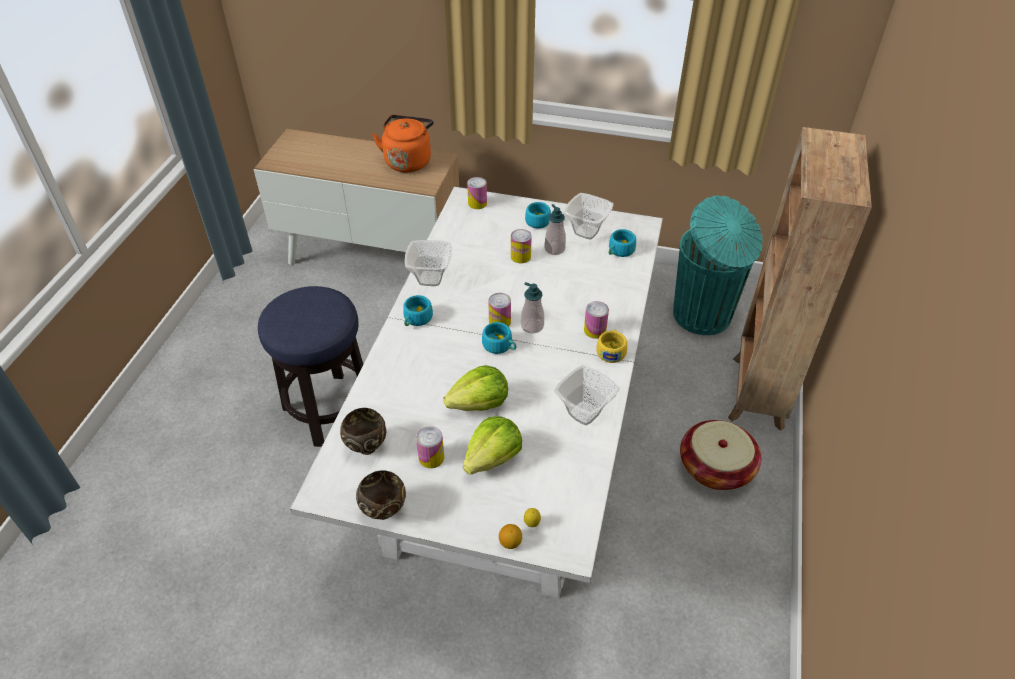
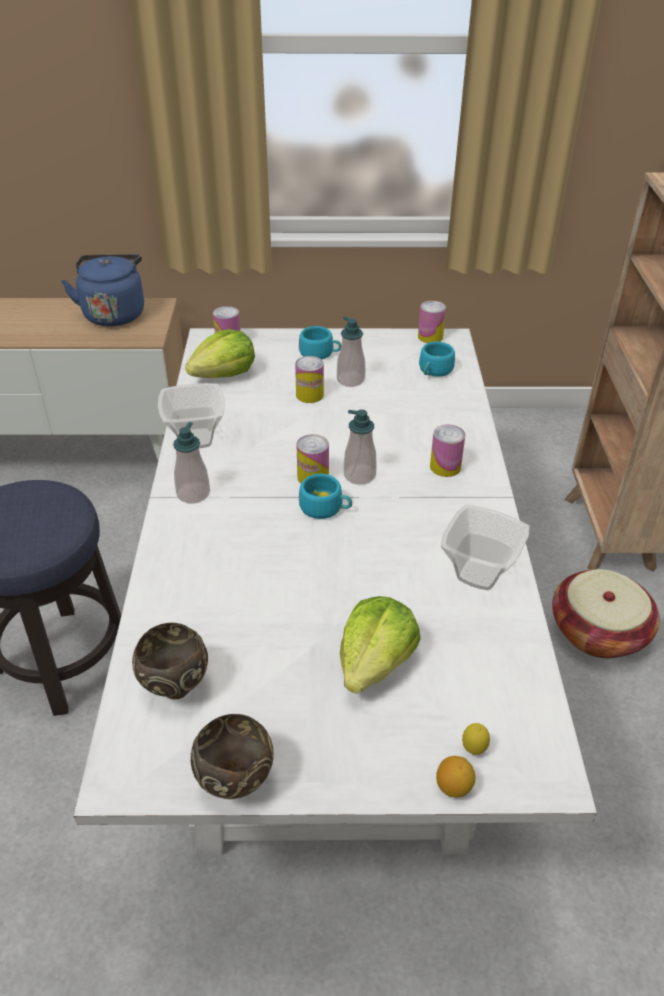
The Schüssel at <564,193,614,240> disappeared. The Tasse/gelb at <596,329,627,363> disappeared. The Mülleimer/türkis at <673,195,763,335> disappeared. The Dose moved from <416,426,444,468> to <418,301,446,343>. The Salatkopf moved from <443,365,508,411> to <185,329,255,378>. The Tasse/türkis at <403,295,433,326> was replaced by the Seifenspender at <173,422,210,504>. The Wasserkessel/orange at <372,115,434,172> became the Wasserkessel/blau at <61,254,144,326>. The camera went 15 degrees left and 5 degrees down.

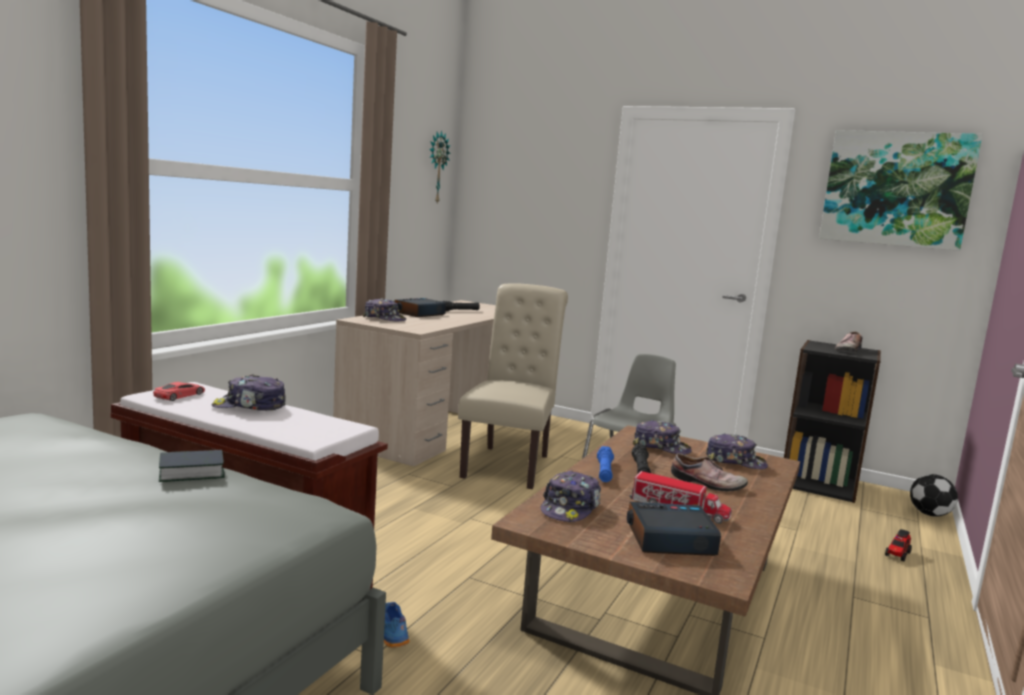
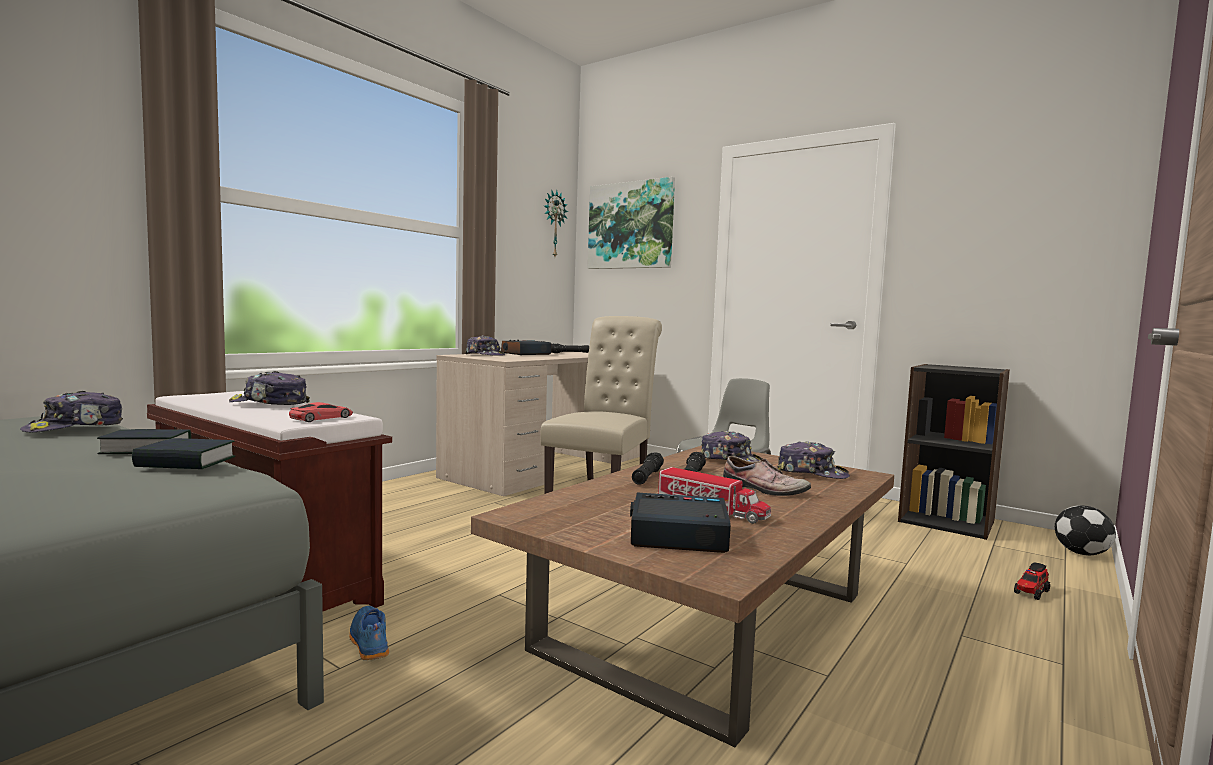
The Schuh at <835,332,862,353> disappeared. The Buch at <132,438,235,469> appeared. The Spielzeugauto/rot moved from <153,382,205,401> to <289,402,353,422>. The Kappe moved from <541,470,601,522> to <20,391,123,432>. The Bild moved from <819,130,983,251> to <588,177,675,269>. The Taschenlampe/blau at <597,446,614,482> became the Taschenlampe/schwarz at <632,452,664,485>. The camera went 10 degrees right and 5 degrees down.

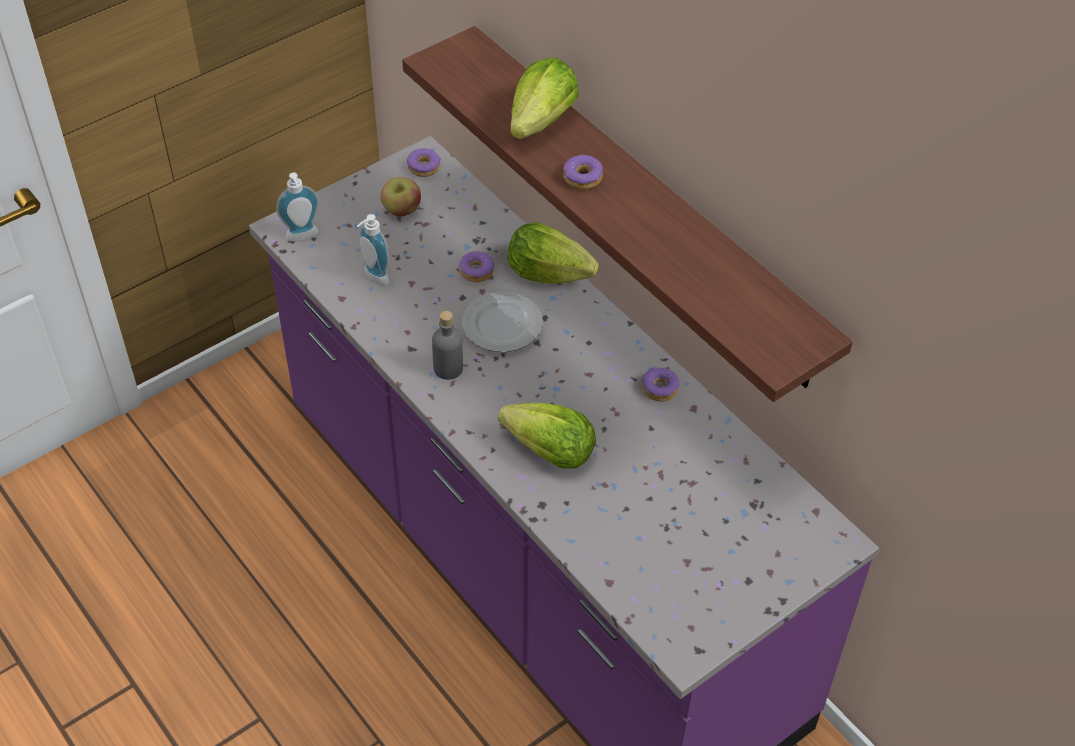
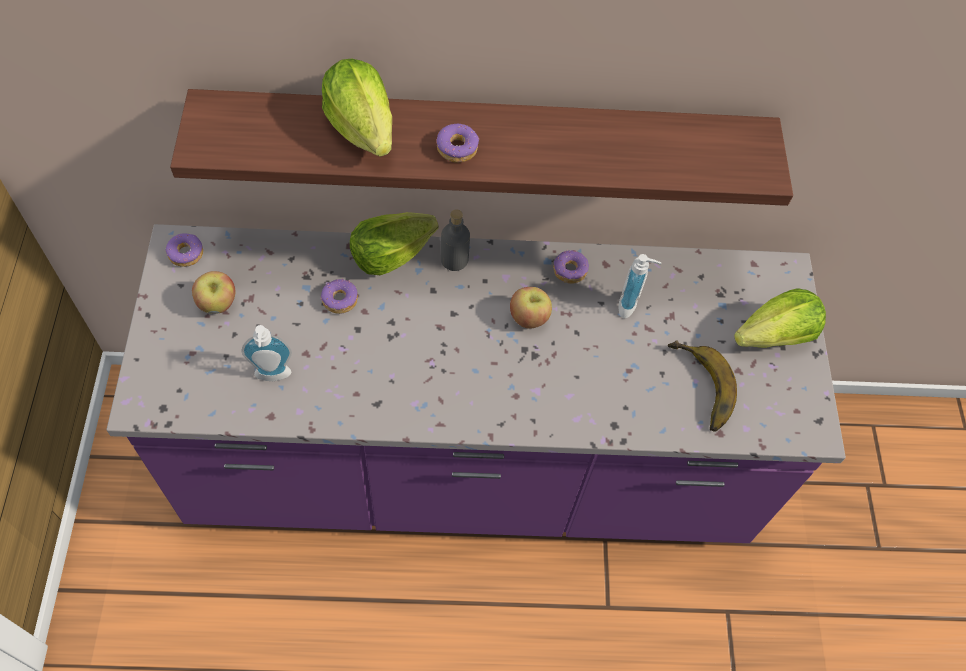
The Teller at <462,292,542,352> disappeared. The Apfel at <510,287,552,329> appeared. The Banane at <668,340,737,431> appeared. The Seifenspender moved from <276,173,319,241> to <618,254,661,318>. The Flasche/grau moved from <432,311,463,380> to <441,209,470,271>. The Salatkopf moved from <498,403,596,469> to <734,288,826,348>. The camera went 55 degrees left and 10 degrees up.

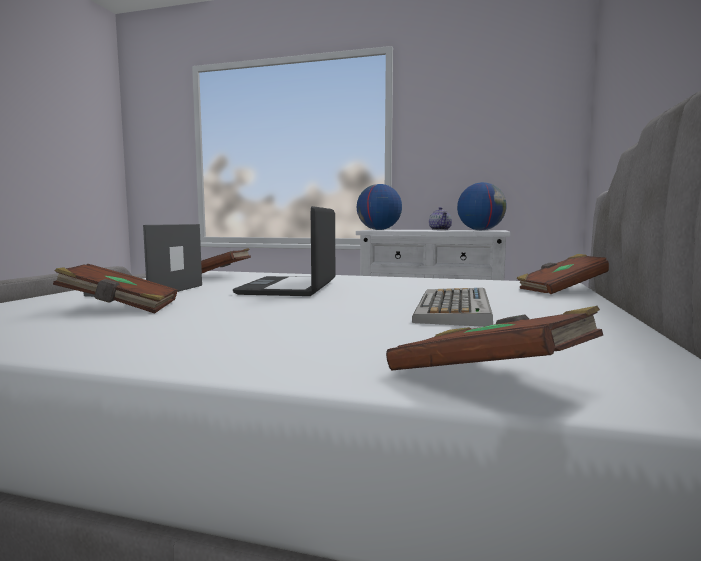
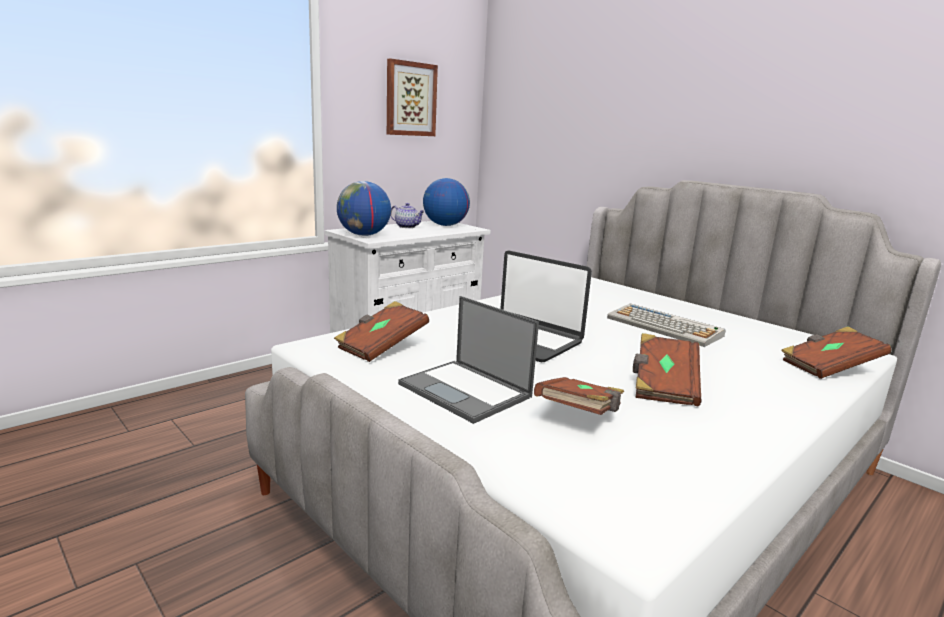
The Bild at <387,58,438,136> appeared. The Buch/braun moved from <516,254,609,294> to <633,333,701,406>. The camera went 60 degrees left and 10 degrees up.

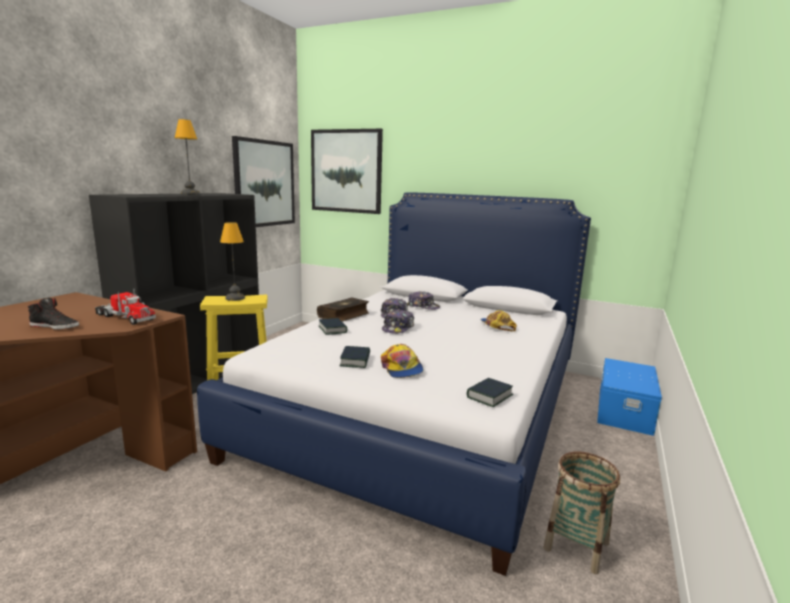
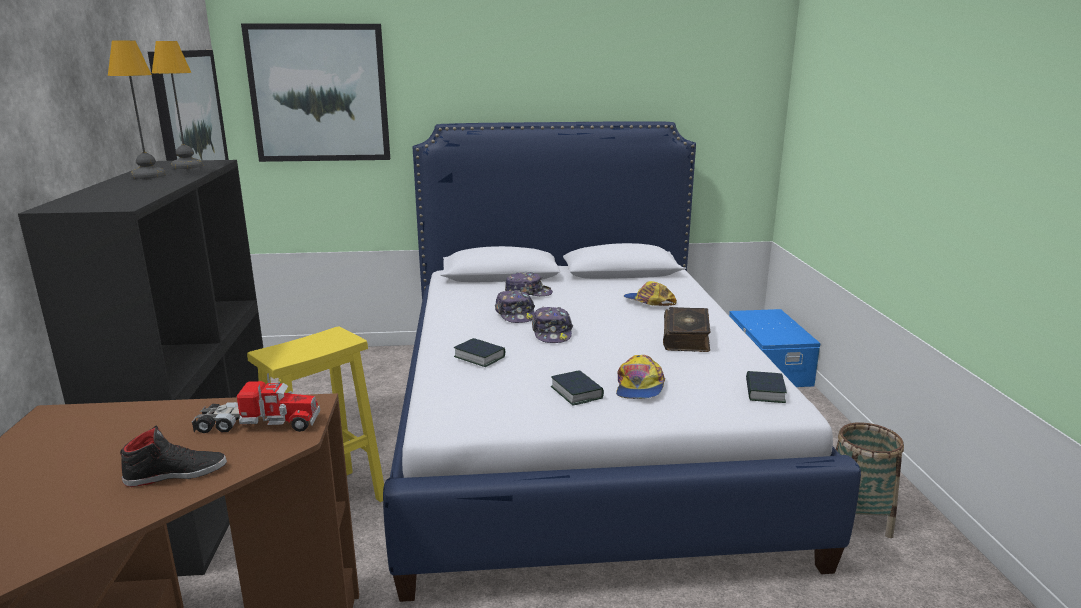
The Tischlampe moved from <220,222,245,301> to <152,41,203,169>. The Buch moved from <317,297,369,322> to <663,307,711,352>. The Kappe at <381,344,424,378> turned 60 degrees clockwise. The camera went 30 degrees left and 5 degrees up.

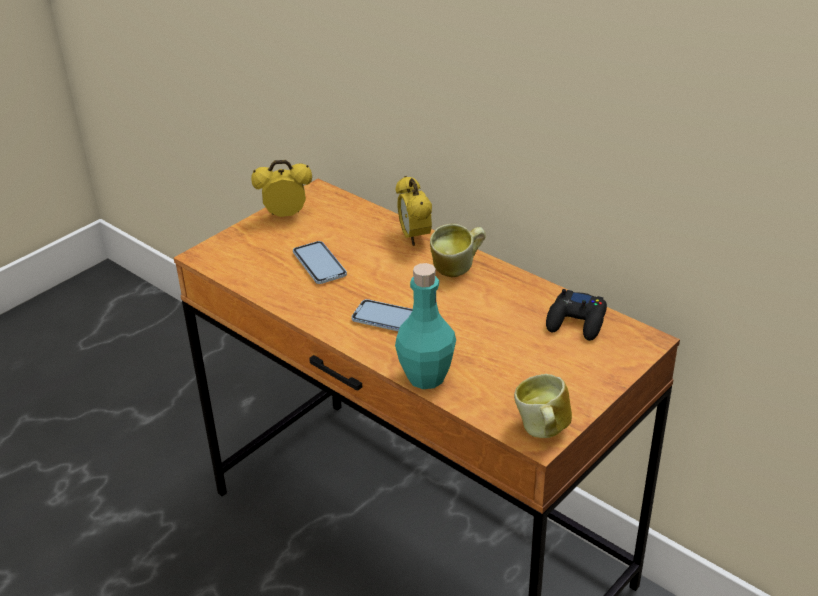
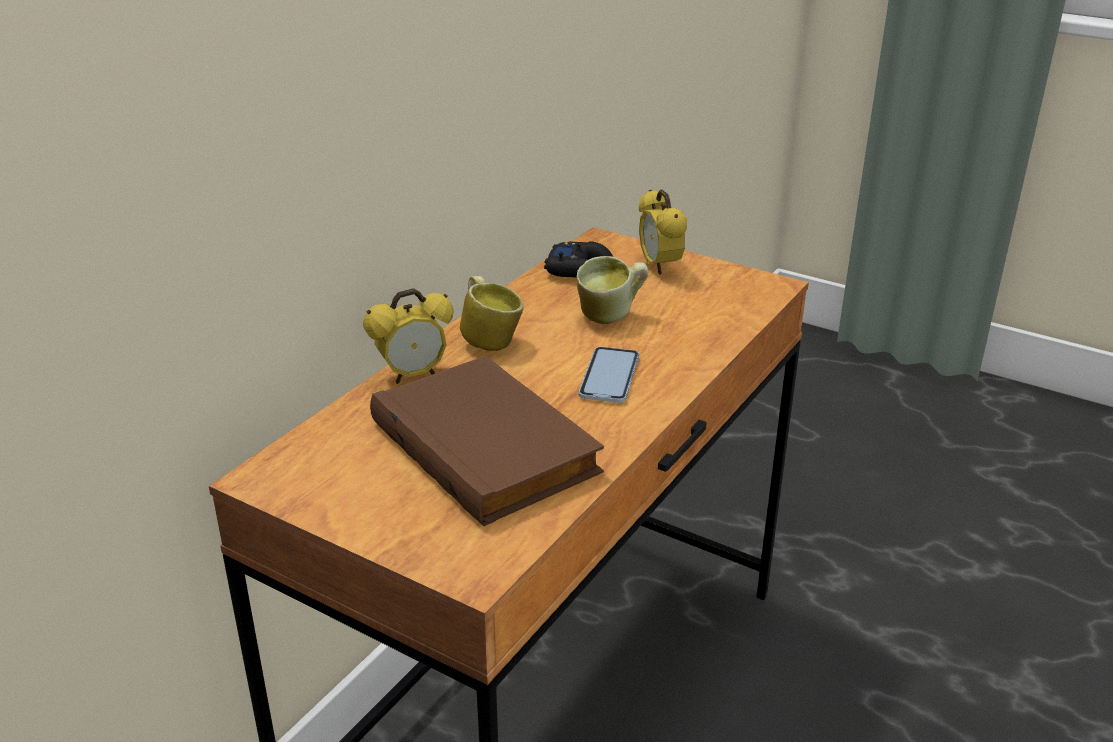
The Flasche/türkis at <395,263,456,389> disappeared. The Wecker moved from <251,160,312,217> to <639,189,687,275>. The Henkelbecher moved from <514,374,572,438> to <576,256,649,324>. The Handy at <293,241,347,284> was replaced by the Buch/braun at <370,356,604,526>. The camera went 100 degrees left and 5 degrees down.

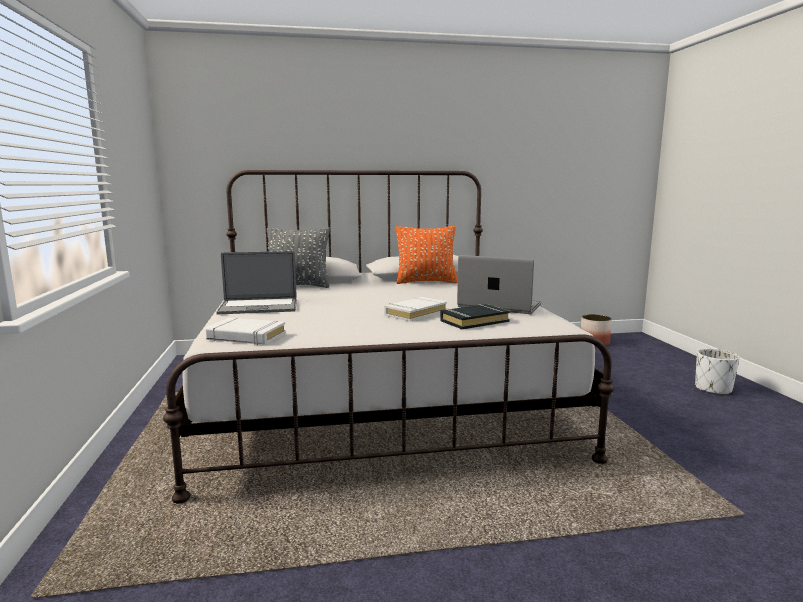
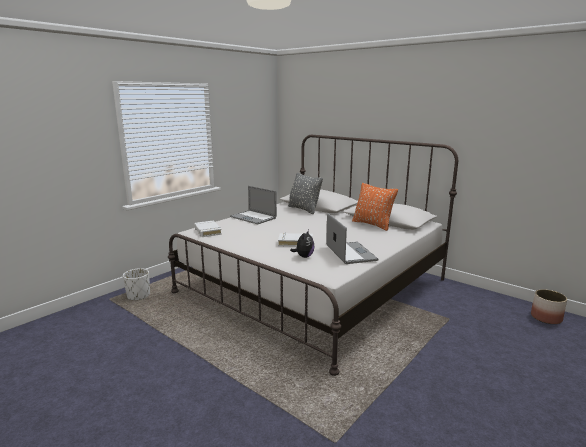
The Pflanzkübel/weiß moved from <695,348,740,396> to <123,268,150,300>. The Buch/schwarz at <440,304,510,329> was replaced by the Plüschtier at <290,230,315,258>. The camera went 50 degrees right and 5 degrees up.

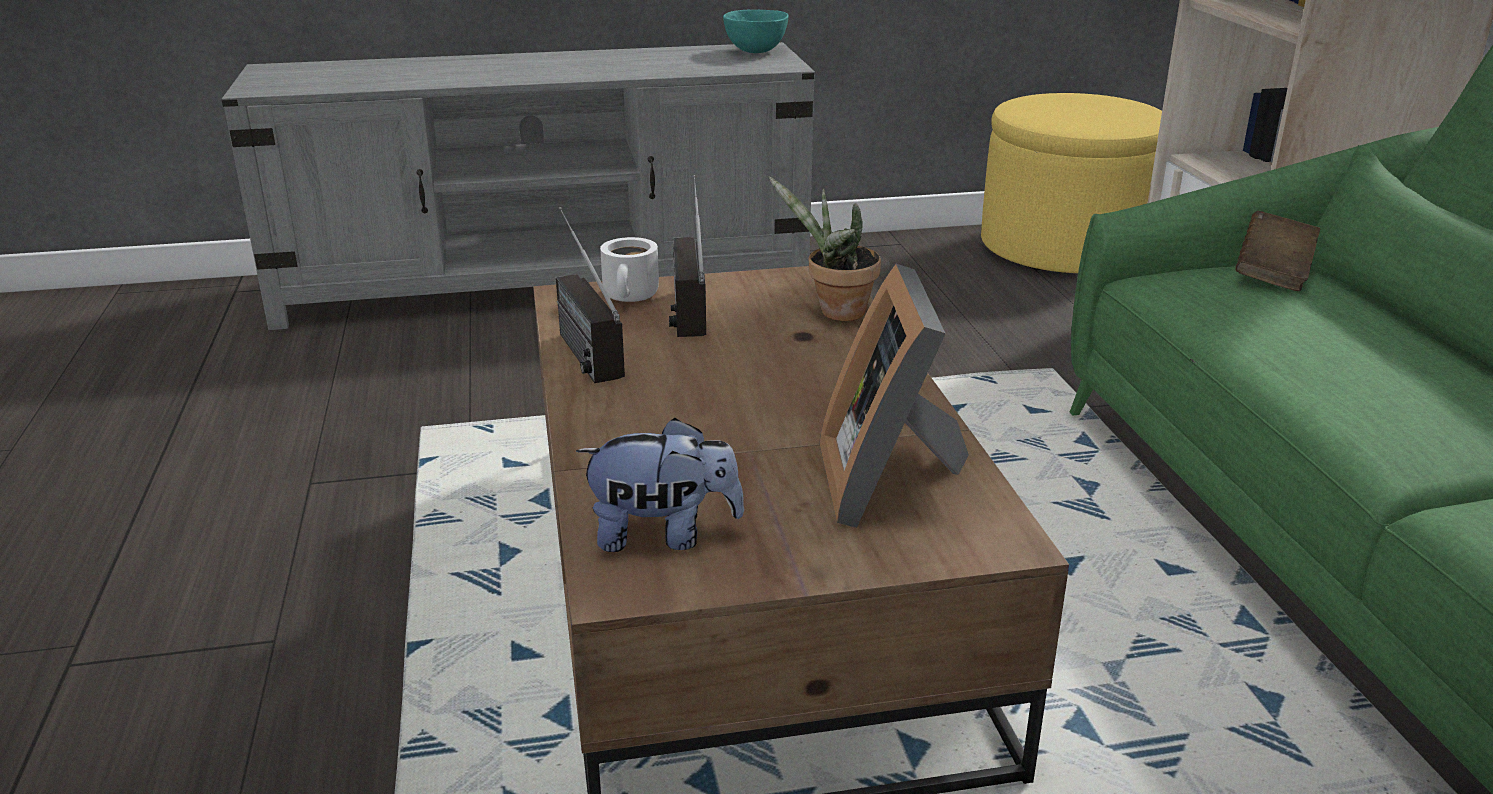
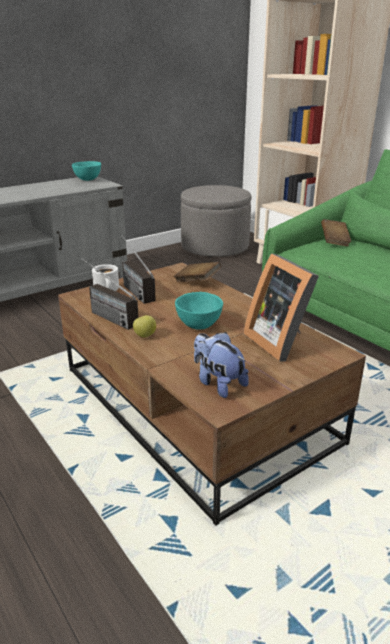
The Apfel at <133,315,156,338> appeared. The Schüssel/türkis at <175,292,223,330> appeared. The Topfpflanze at <768,177,881,321> was replaced by the Buch/braun at <174,262,221,282>. The Polsterhocker/gelb at <981,93,1162,273> became the Polsterhocker/grau at <181,185,252,257>. The Plüschtier at <576,418,744,552> turned 105 degrees counterclockwise. The camera went 25 degrees left and 0 degrees up.

